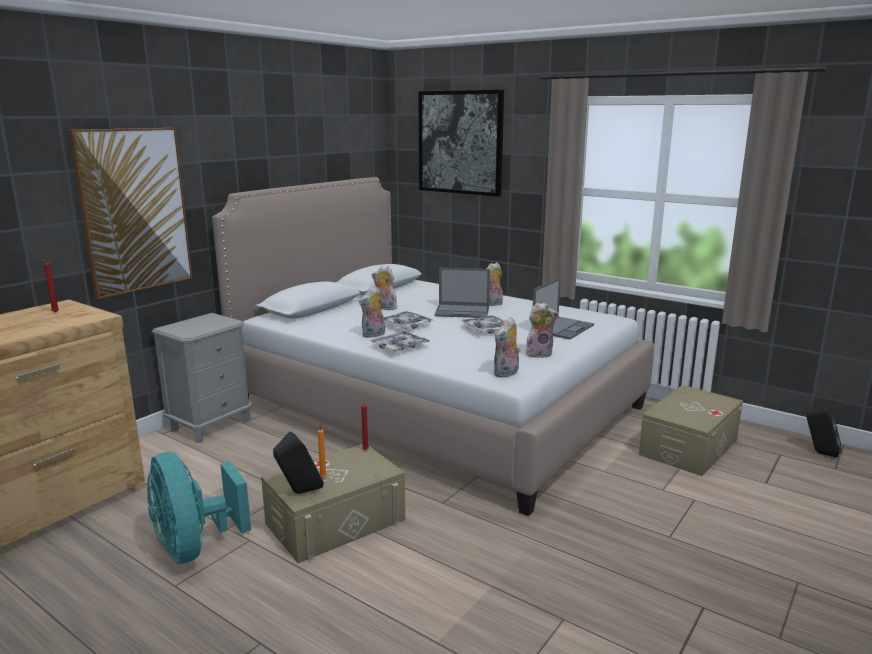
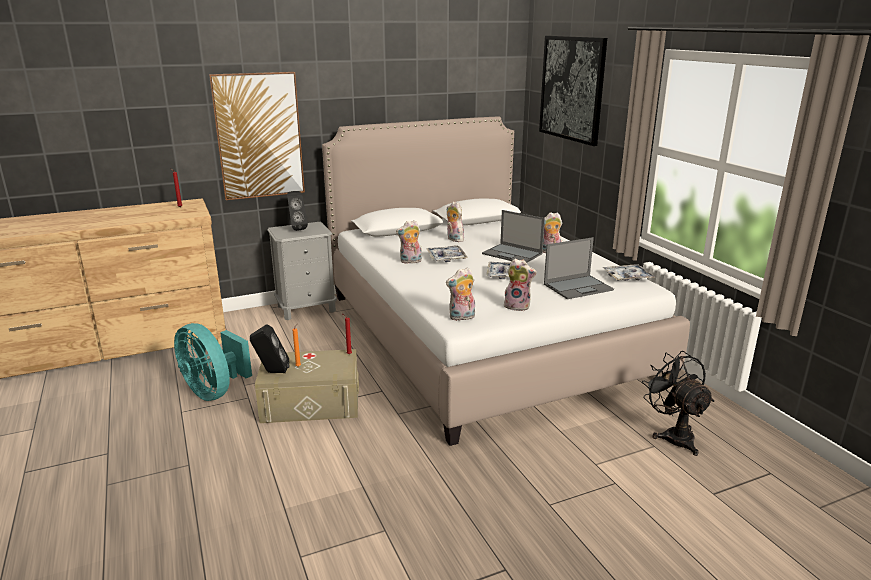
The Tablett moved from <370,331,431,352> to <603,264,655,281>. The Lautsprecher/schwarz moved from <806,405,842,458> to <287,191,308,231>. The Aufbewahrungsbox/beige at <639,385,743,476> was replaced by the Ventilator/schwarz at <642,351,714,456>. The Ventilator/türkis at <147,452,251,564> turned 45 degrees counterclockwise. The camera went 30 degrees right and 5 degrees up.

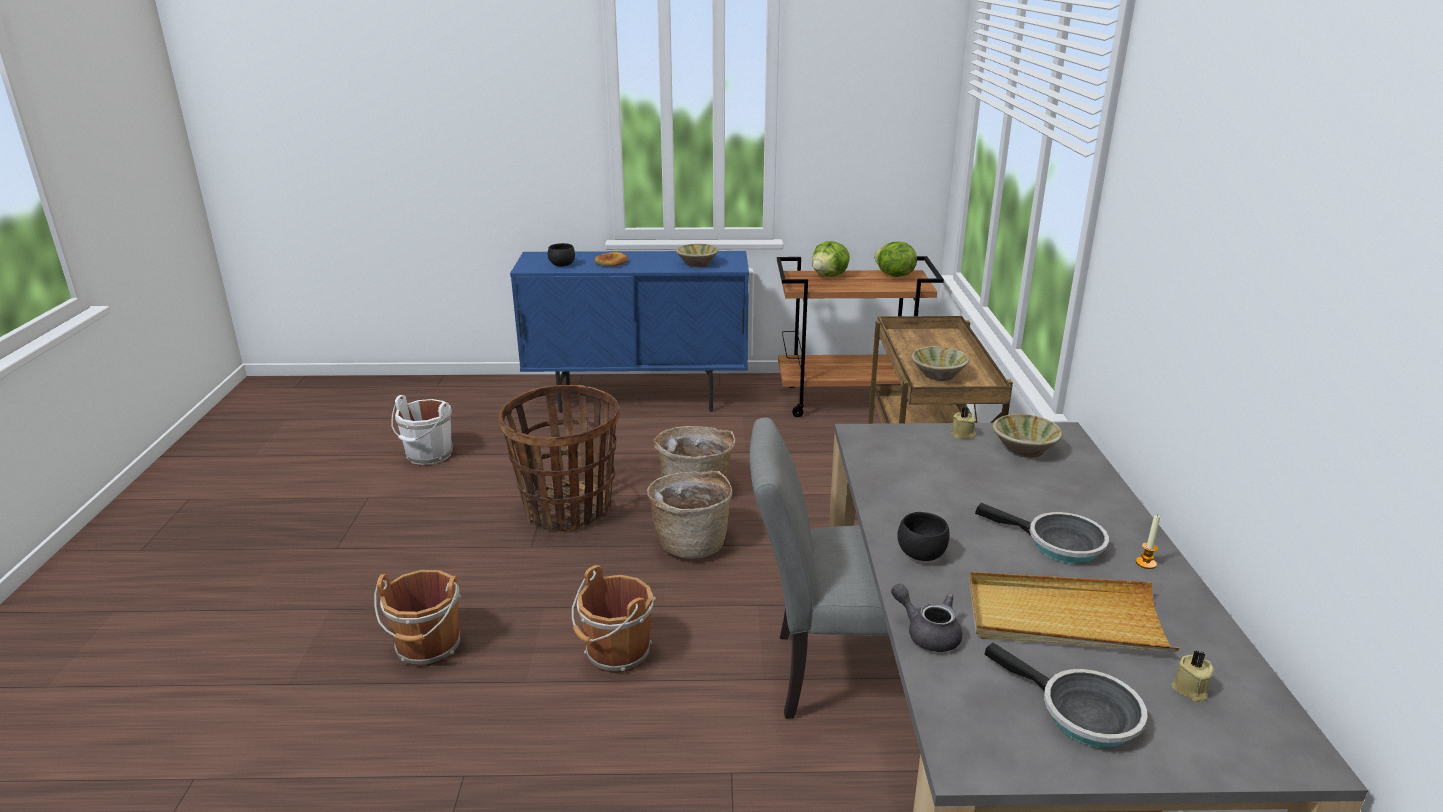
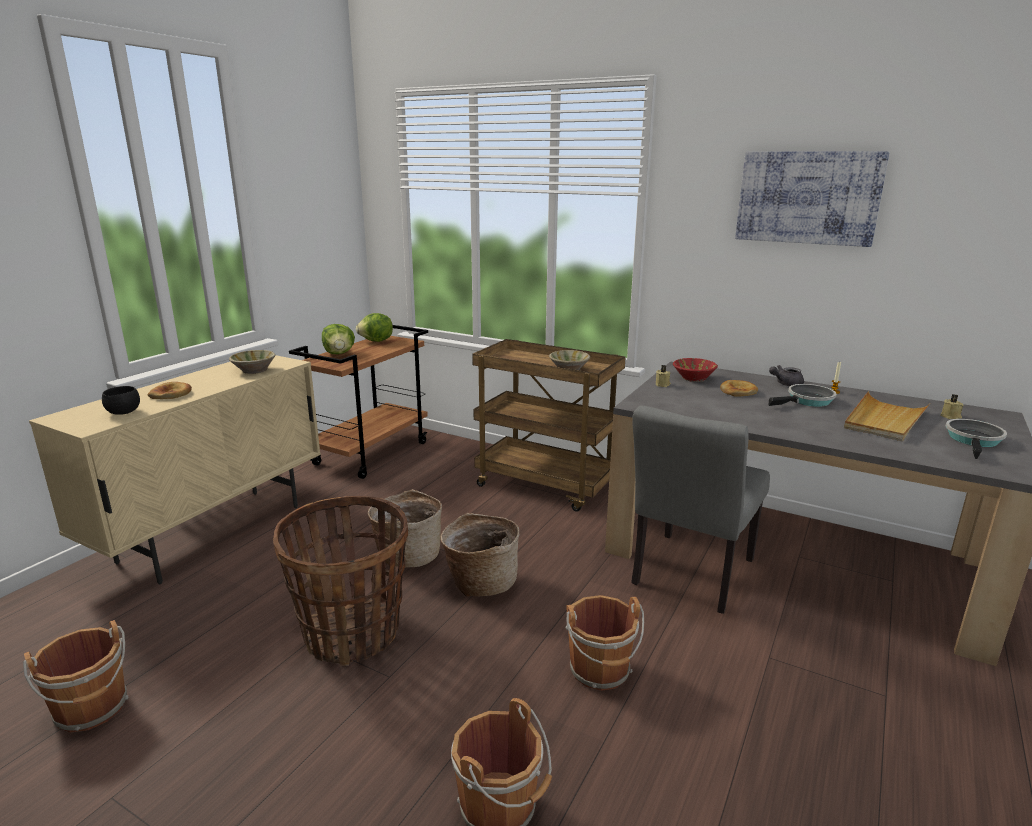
The Schüssel/schwarz at <897,512,950,561> disappeared. The Brot at <720,380,758,397> appeared. The Bild at <735,151,890,247> appeared. The Teekanne/grau moved from <891,584,962,652> to <769,365,804,386>. The Eimer/weiß at <391,395,453,465> became the Eimer/braun at <23,620,129,733>. The Schrank/blau at <510,251,749,413> became the Schrank/beige at <29,355,321,584>. The Schüssel/beige at <992,414,1063,458> became the Schüssel/rot at <673,358,718,382>. The Pfanne at <984,642,1148,748> turned 45 degrees counterclockwise. The camera went 60 degrees left and 5 degrees down.

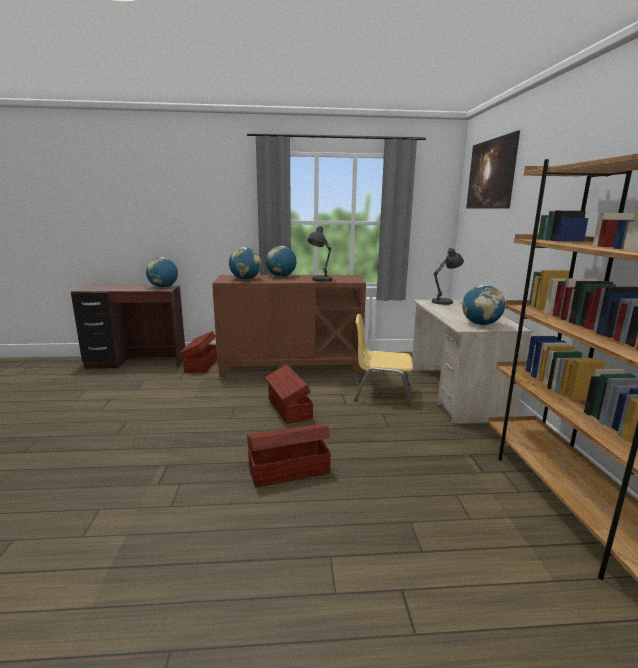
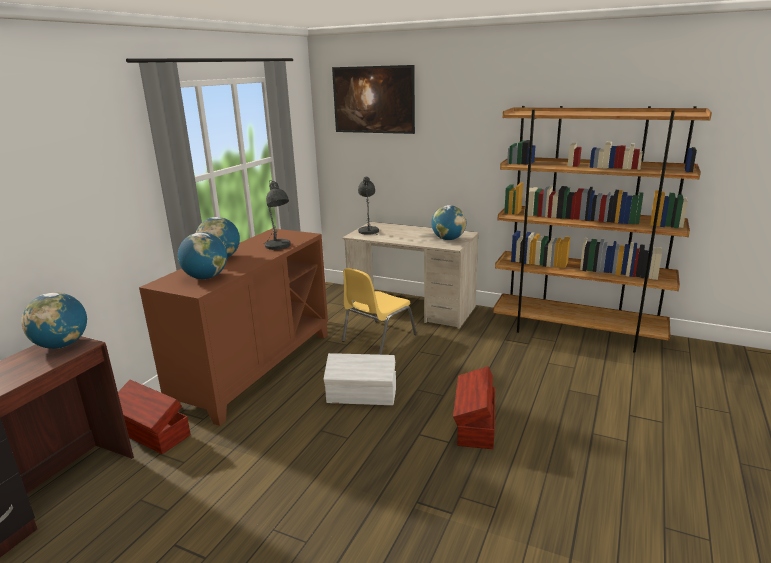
The Aufbewahrungsbox/braun at <265,364,313,424> became the Aufbewahrungsbox/weiß at <324,353,396,405>. The camera went 60 degrees left and 5 degrees up.

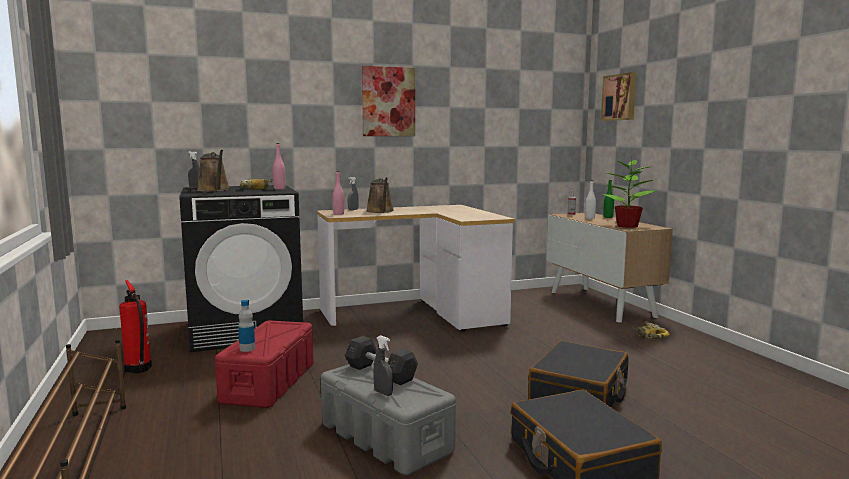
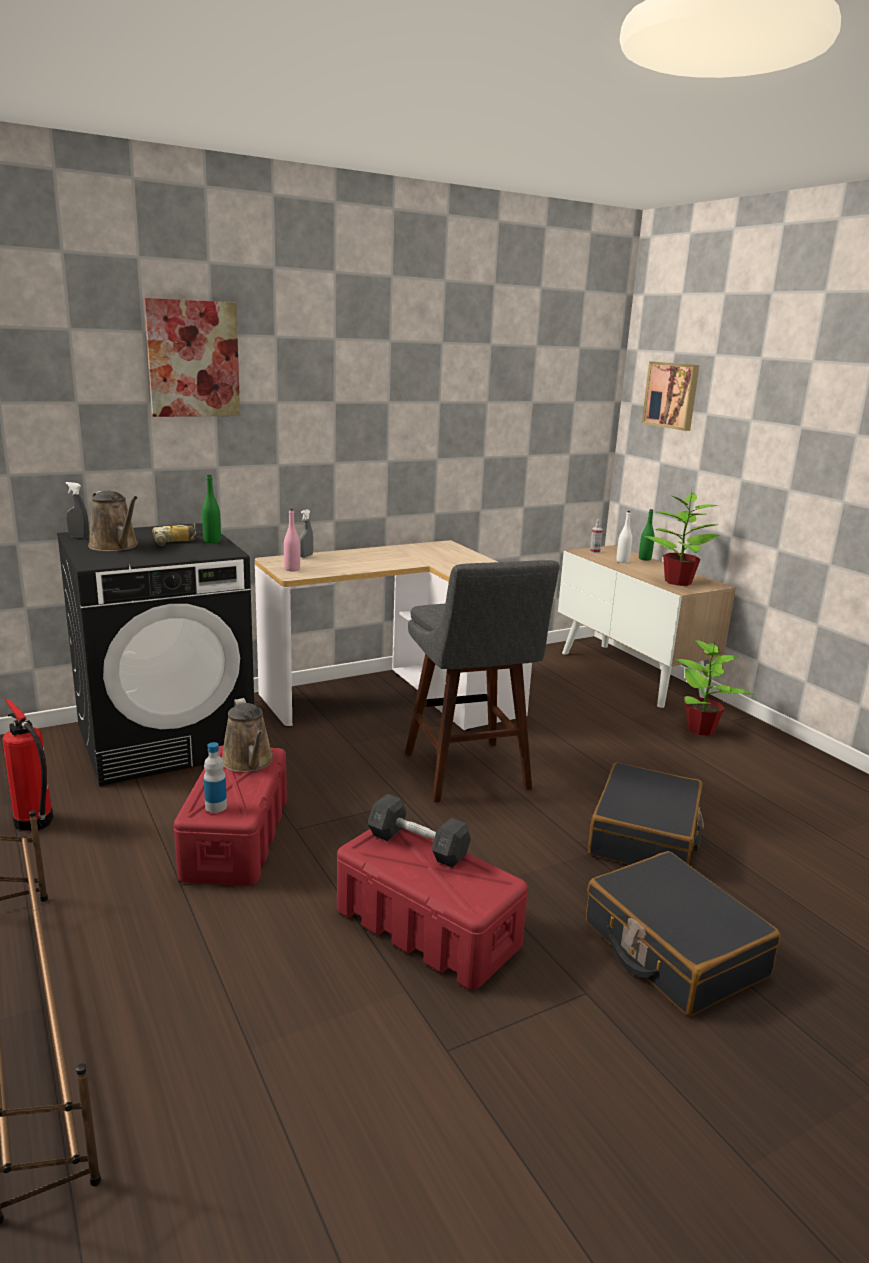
The Sprühflasche/grau at <373,335,393,396> disappeared. The Hocker/grau at <405,560,560,803> appeared. The Bild moved from <362,66,415,136> to <144,298,240,417>. The Gießkanne/braun moved from <366,177,394,213> to <222,698,274,772>. The Bohrmaschine at <632,321,670,339> was replaced by the Topfpflanze at <674,640,754,736>. The Flasche/rosa at <273,143,286,190> became the Flasche/grün at <202,474,221,543>. The Aufbewahrungsbox/grau at <321,361,456,475> became the Aufbewahrungsbox/rot at <337,827,528,990>. The camera went 10 degrees left and 10 degrees up.

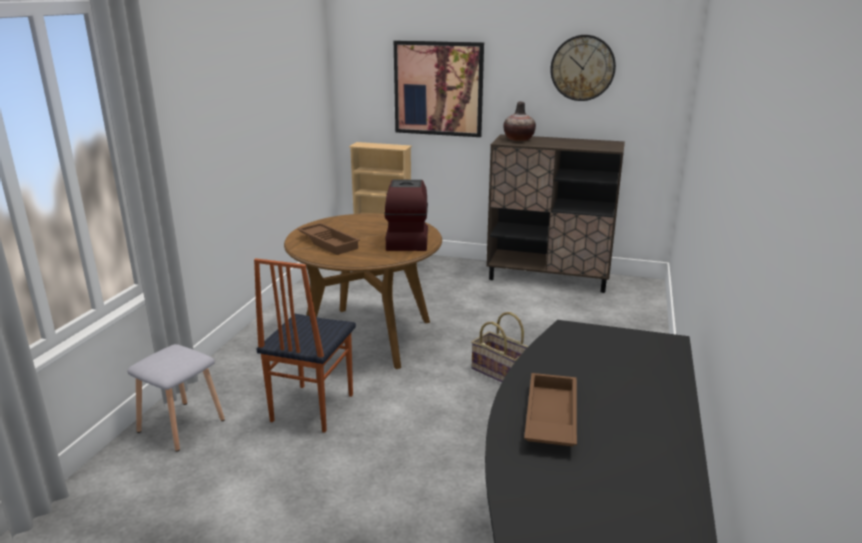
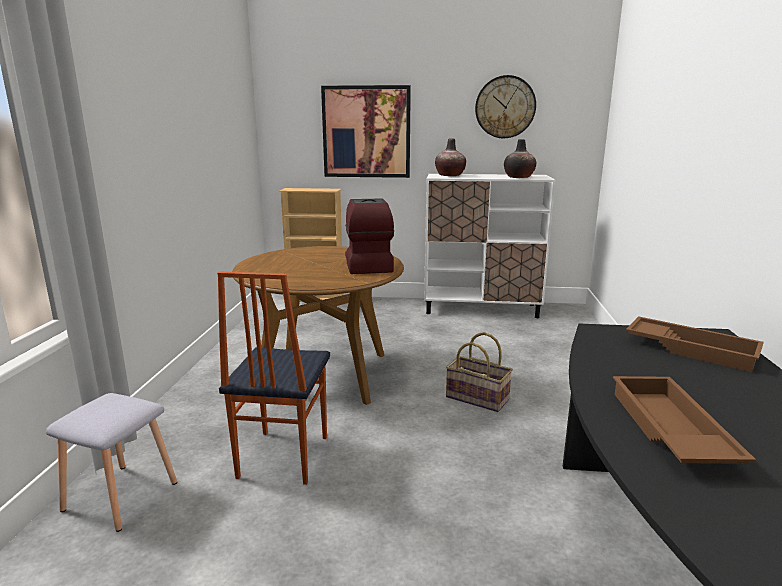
The Vase at <504,139,536,178> appeared. The Tablett/braun moved from <297,223,360,255> to <626,316,764,372>. The Schrank/braun at <486,134,625,293> became the Schrank/weiß at <424,174,555,318>. The camera went 10 degrees left and 5 degrees down.

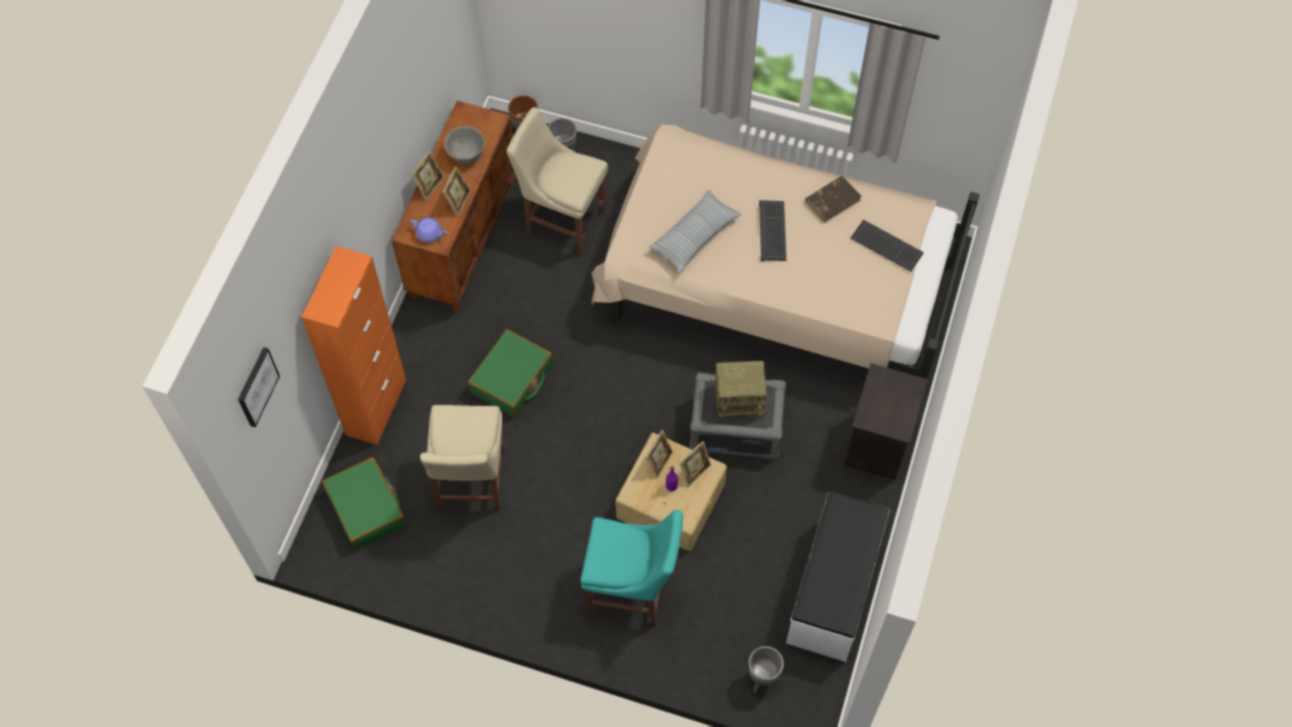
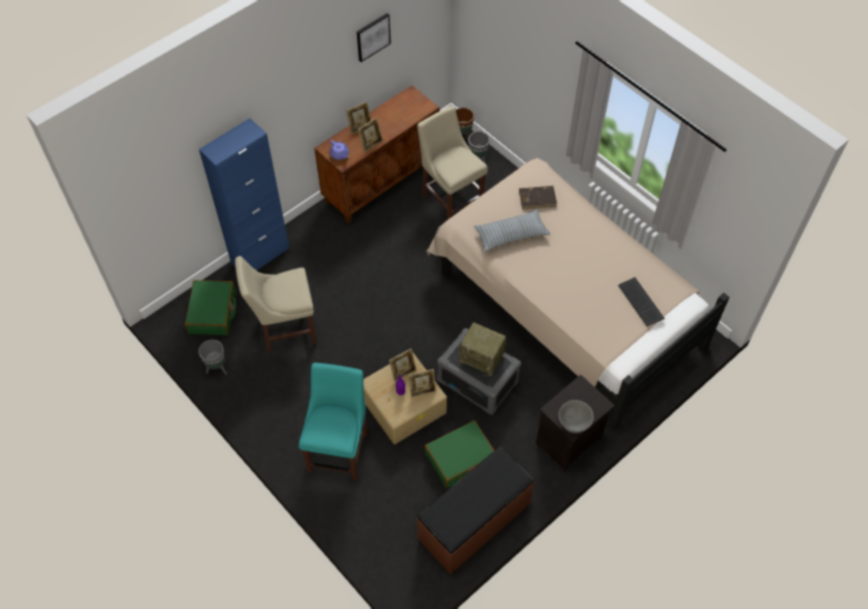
The Tastatur at <759,200,786,262> disappeared. The Bild moved from <238,347,280,427> to <357,13,391,62>. The Schüssel/grau moved from <444,126,485,164> to <559,400,594,433>. The Koffer/grün moved from <468,329,553,417> to <425,420,495,488>. The Pflanzkübel/grau moved from <748,646,784,693> to <198,340,227,375>. The Buch/braun moved from <805,176,861,223> to <519,186,557,210>. The Schrank/orange at <302,246,406,445> became the Schrank/blau at <199,118,289,271>. The Bank/weiß at <786,491,890,662> became the Bank/braun at <417,447,535,574>. The Stuhl/beige at <420,405,505,510> turned 45 degrees clockwise. The Stuhl/türkis at <581,510,683,626> turned 120 degrees counterclockwise. The camera went 30 degrees right and 5 degrees down.

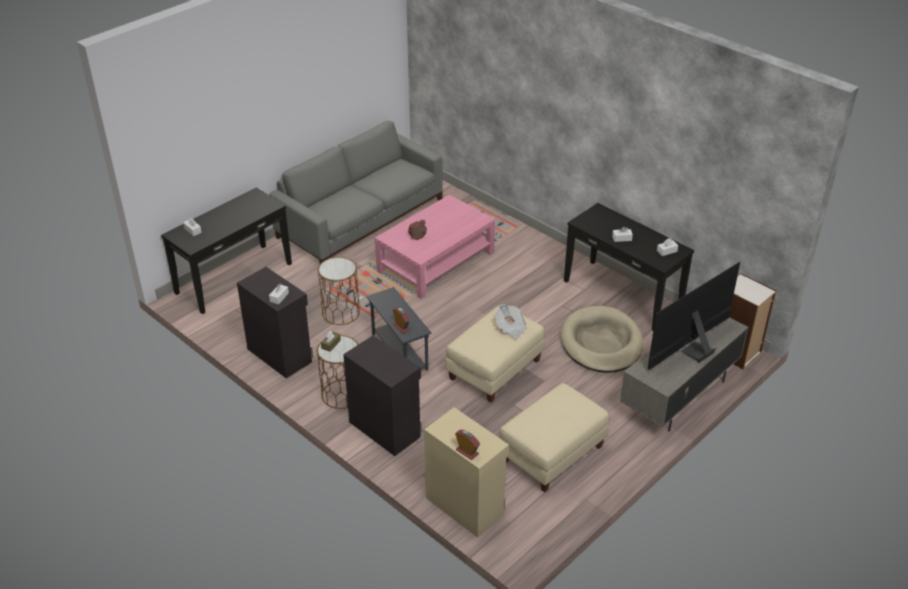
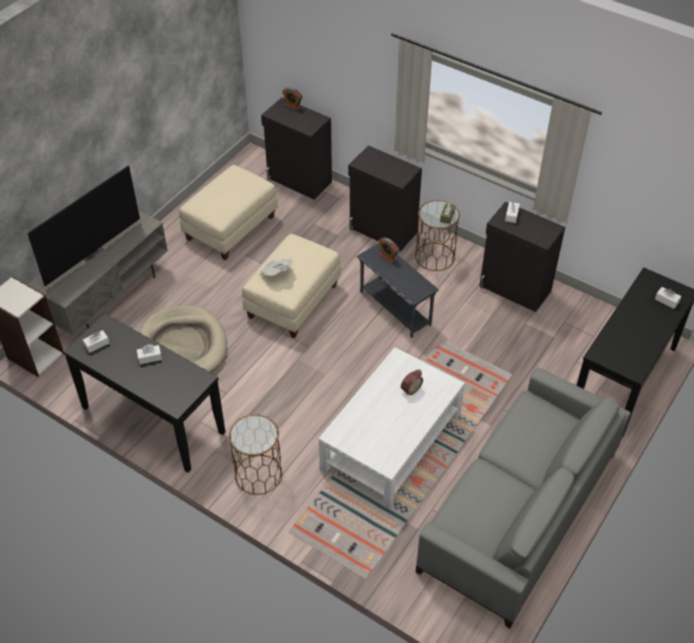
The Beistelltisch/braun moved from <318,257,360,325> to <229,414,282,495>. The Couchtisch/rosa at <375,195,495,299> became the Couchtisch/weiß at <319,347,465,510>. The Schrank/beige at <424,407,509,538> became the Schrank/schwarz at <261,97,332,200>. The camera went 170 degrees right and 10 degrees up.

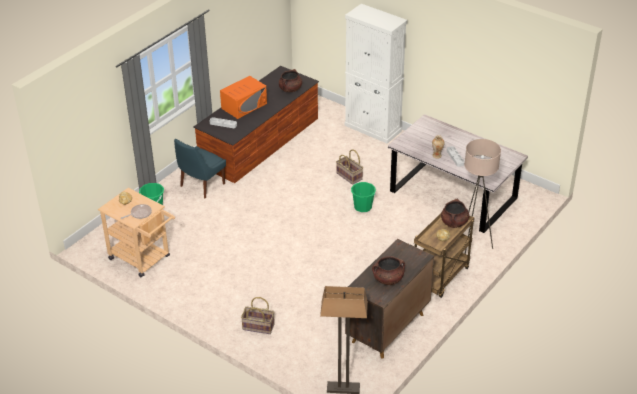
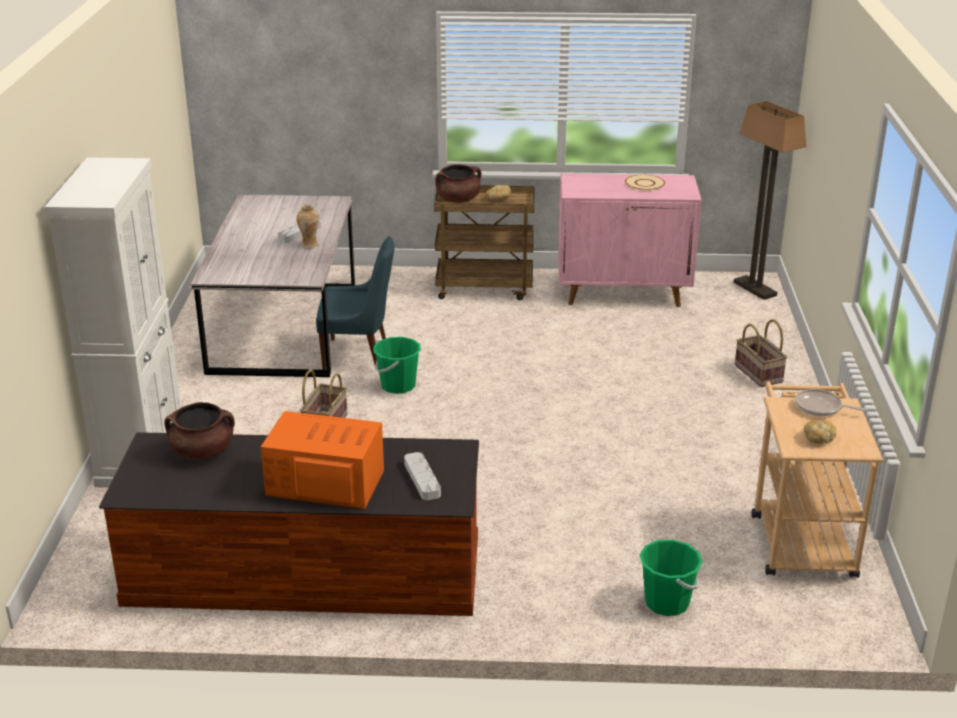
The Stehlampe/beige at <464,139,501,254> disappeared. The Stuhl/blau moved from <174,139,226,199> to <316,236,395,370>. The Kochtopf/braun at <372,256,405,285> was replaced by the Teller/beige at <625,175,665,191>. The Schrank/braun at <345,239,434,359> became the Schrank/rosa at <558,173,702,307>. The camera went 125 degrees left and 10 degrees down.

